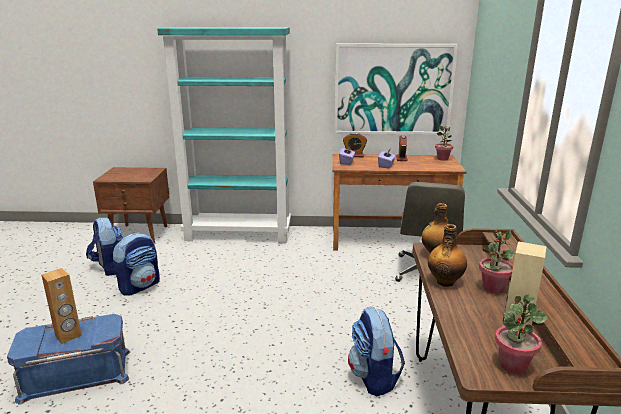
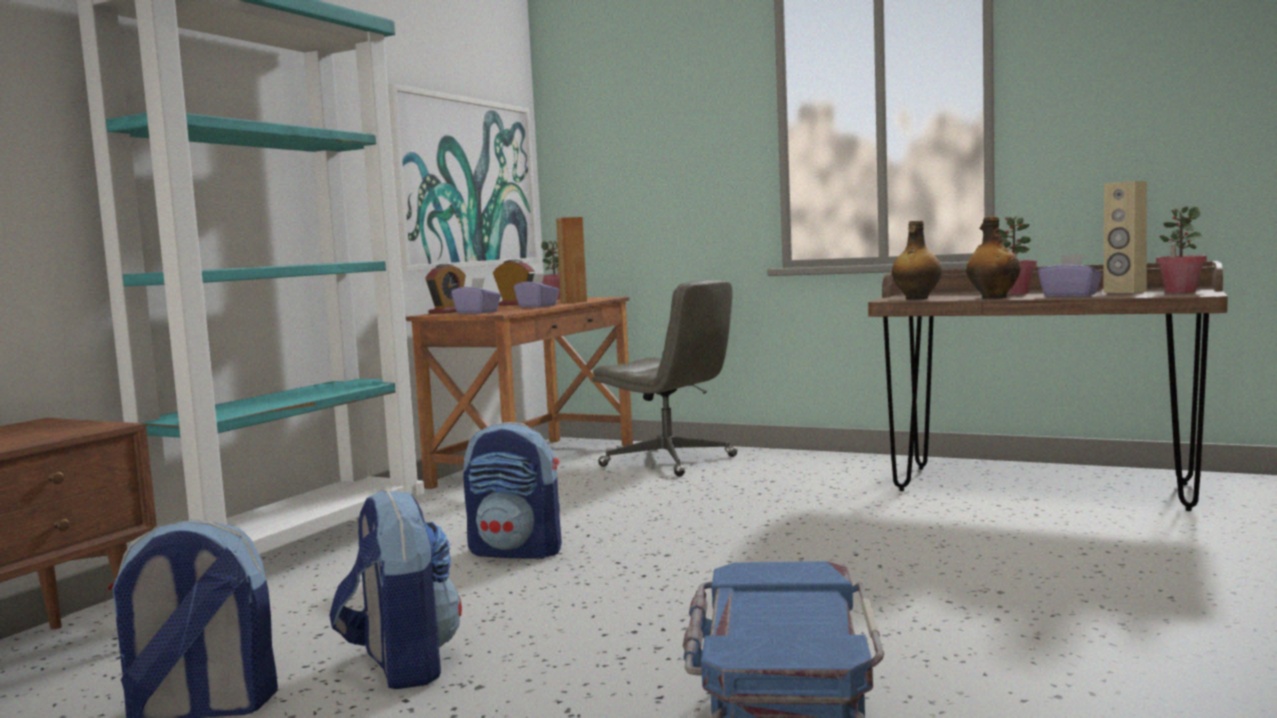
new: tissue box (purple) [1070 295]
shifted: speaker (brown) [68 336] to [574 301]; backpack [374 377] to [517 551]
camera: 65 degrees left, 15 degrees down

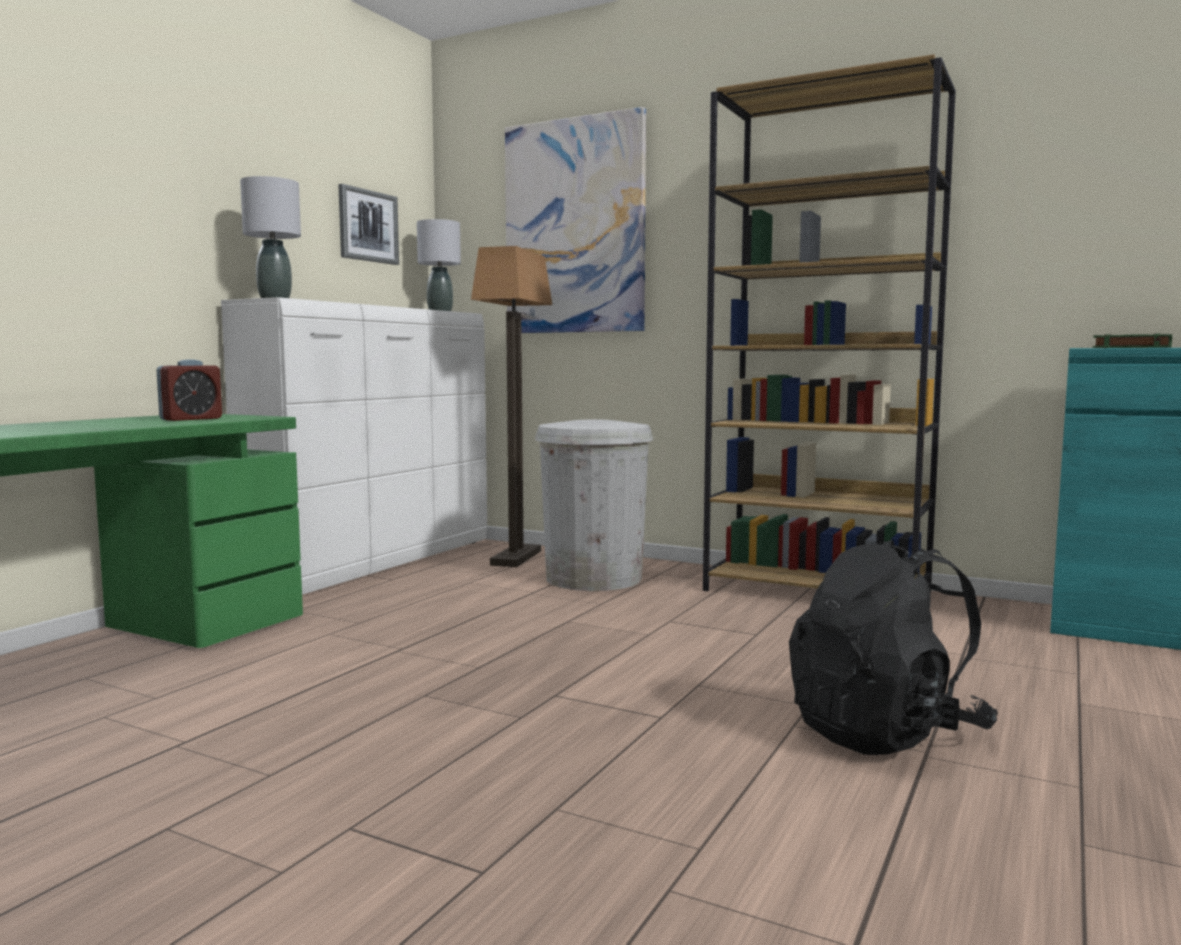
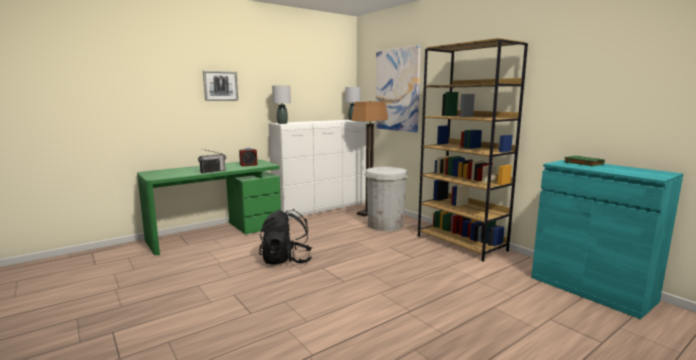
new: radio [213 171]
shifted: picture [368 226] to [220 86]; backpack (black) [885 733] to [286 260]
camera: 25 degrees right, 5 degrees up

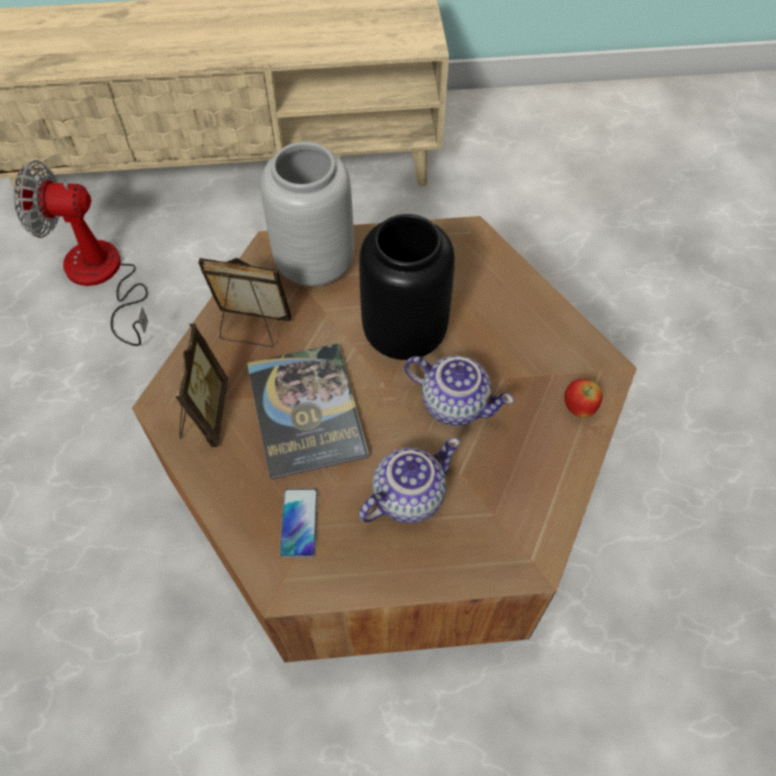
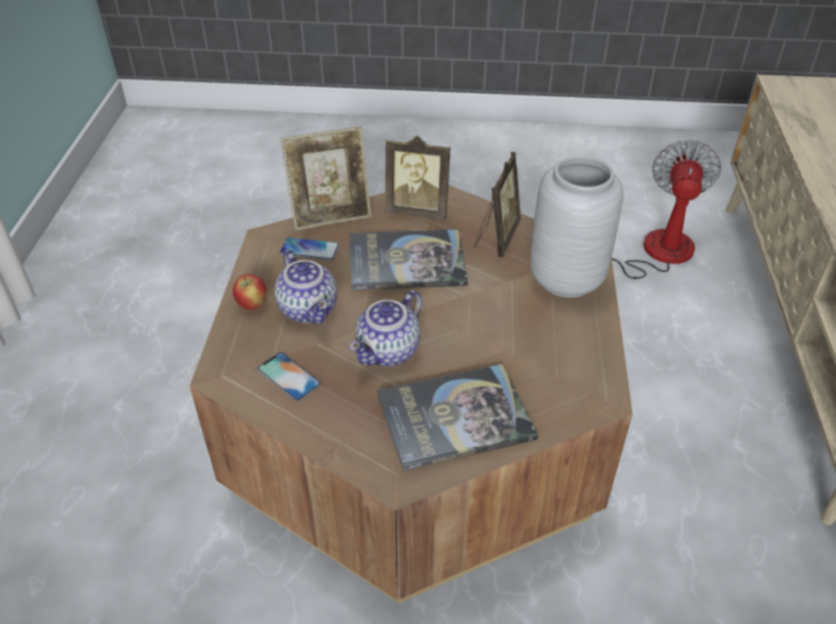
gone: vase (black) [404 335]
new: picture frame [331 215]; phone [288 376]; book [455 417]
shifted: apple [578 408] to [252 305]
camera: 100 degrees right, 15 degrees down

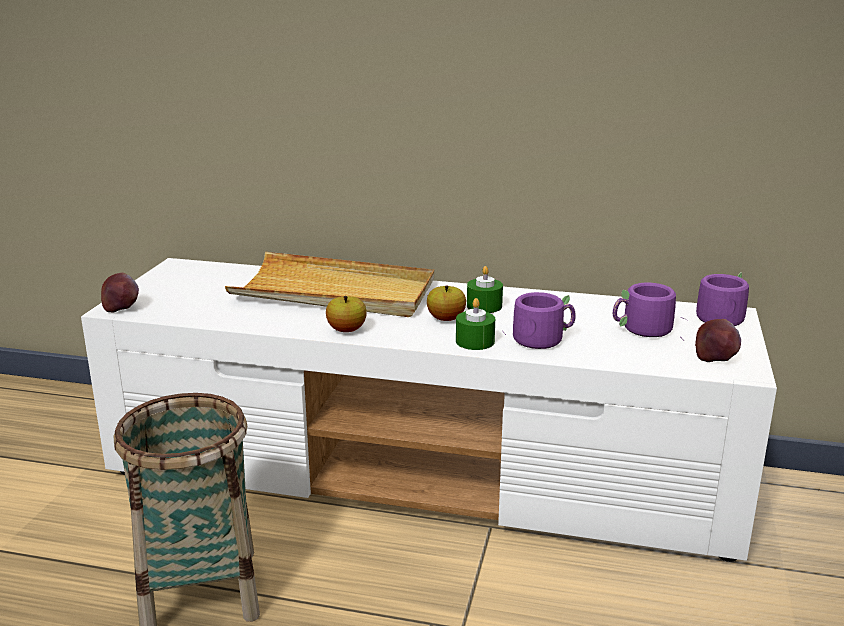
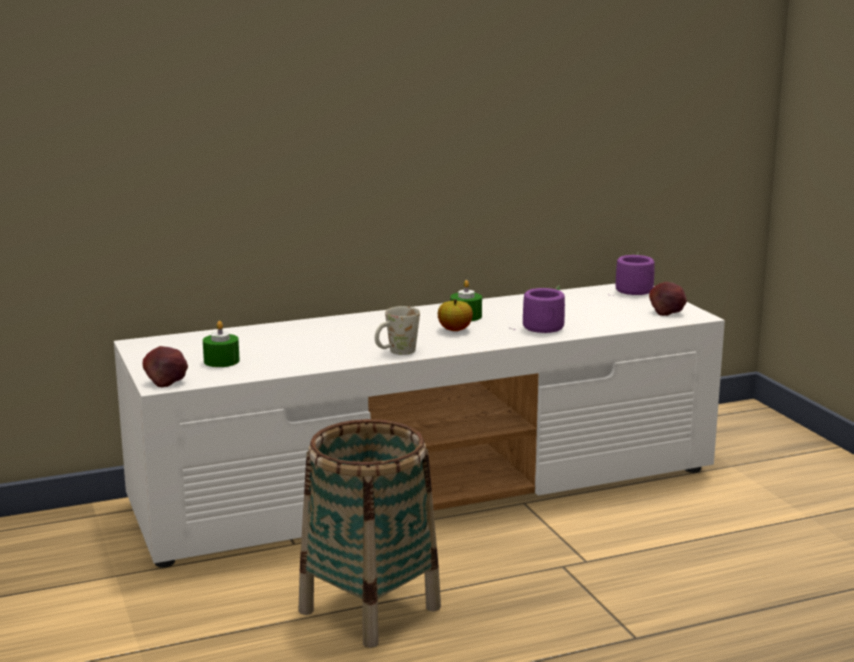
gone: tray (beige) [335 292]; mug (purple) [642 331]
shifted: candle (green) [475 341] to [221 361]
swapped: apple [346 330] to mug (white) [396 352]
camera: 35 degrees left, 5 degrees down

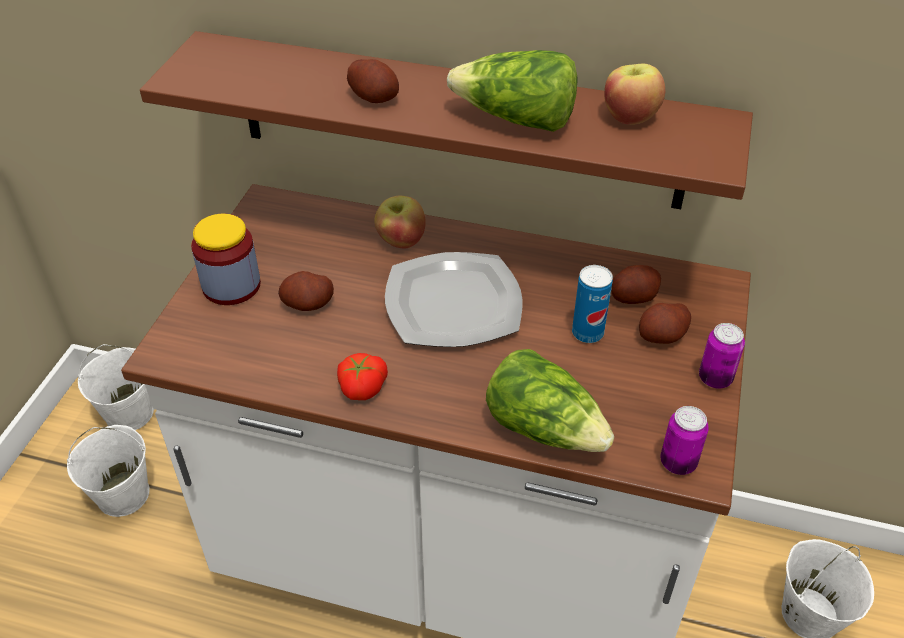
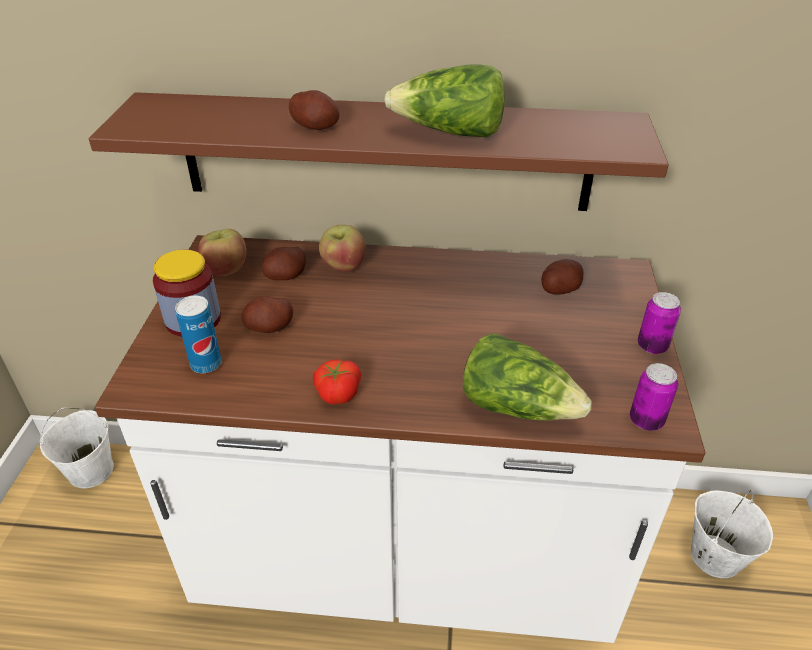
gone: plate [455 304]; bucket (white) [123 494]
shifted: apple [630 116] to [226 269]; can [587 333] to [206 364]; potato [662 336] to [286 276]
camera: 10 degrees left, 5 degrees down

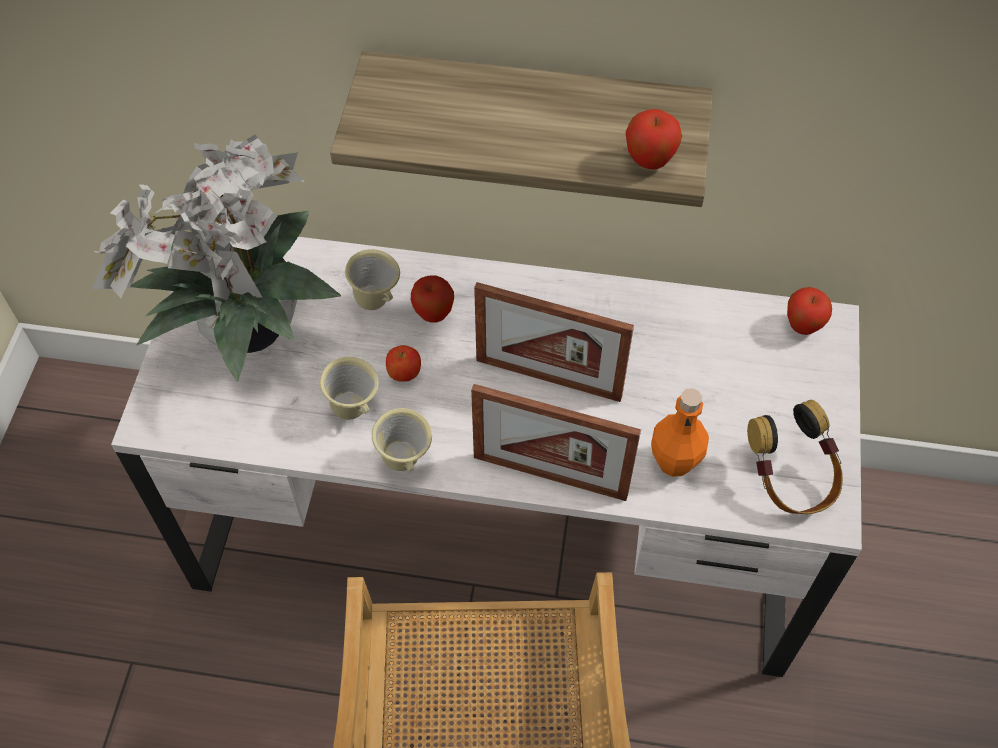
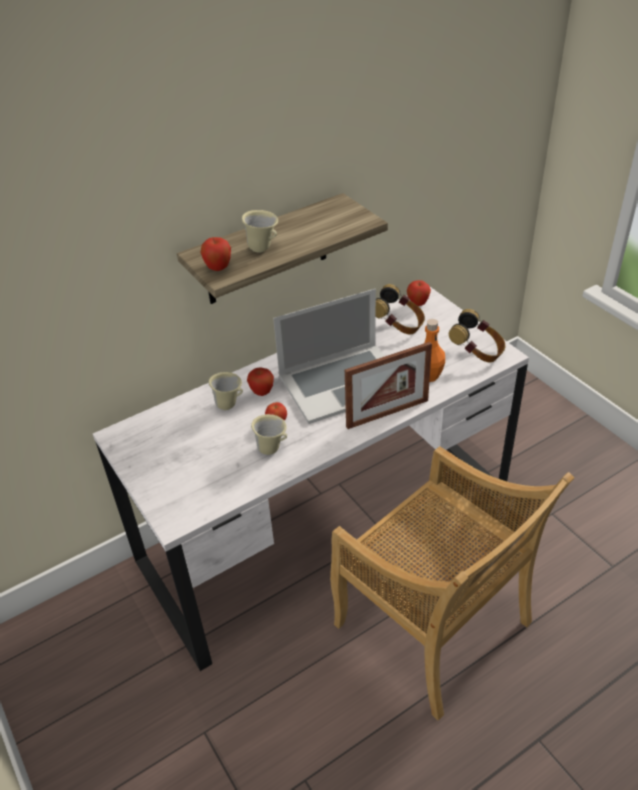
gone: potted plant [244 334]
new: headphones [399 326]
shifted: apple [649 161] to [218 268]; mug (beige) [405 461] to [262 248]
swapped: picture frame [548 378] to laptop [342 382]
camera: 40 degrees left, 15 degrees down

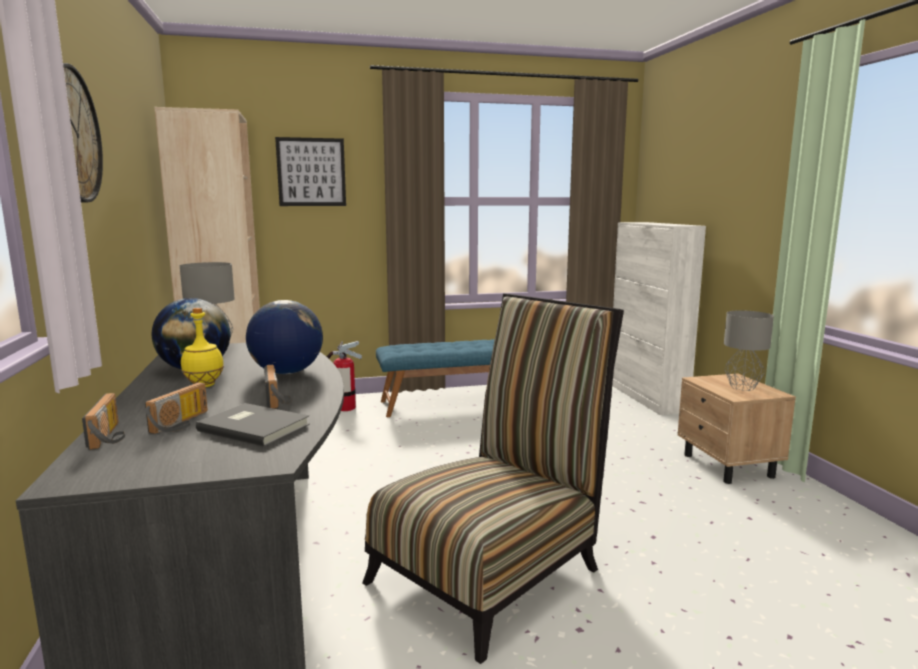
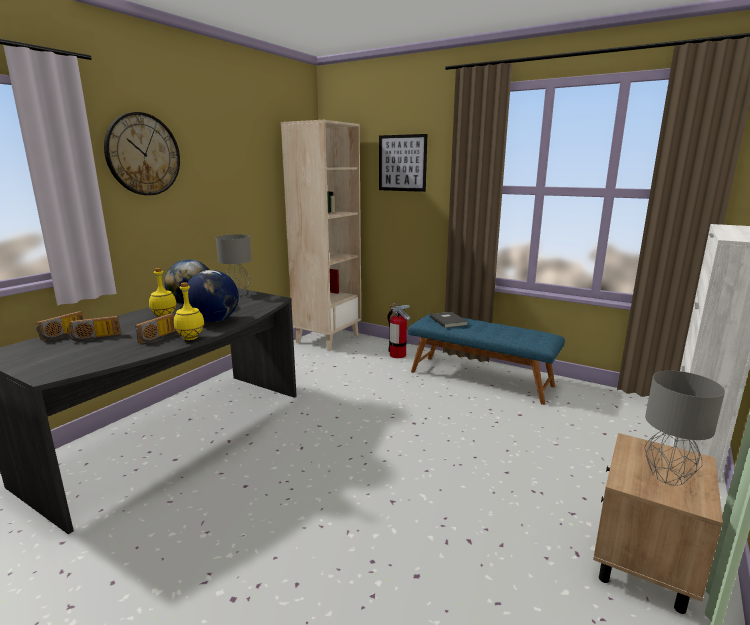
gone: chair [493 569]
new: bottle (yellow) [191 338]
shifted: book (grey) [254 426] to [449 321]
camera: 45 degrees right, 5 degrees up

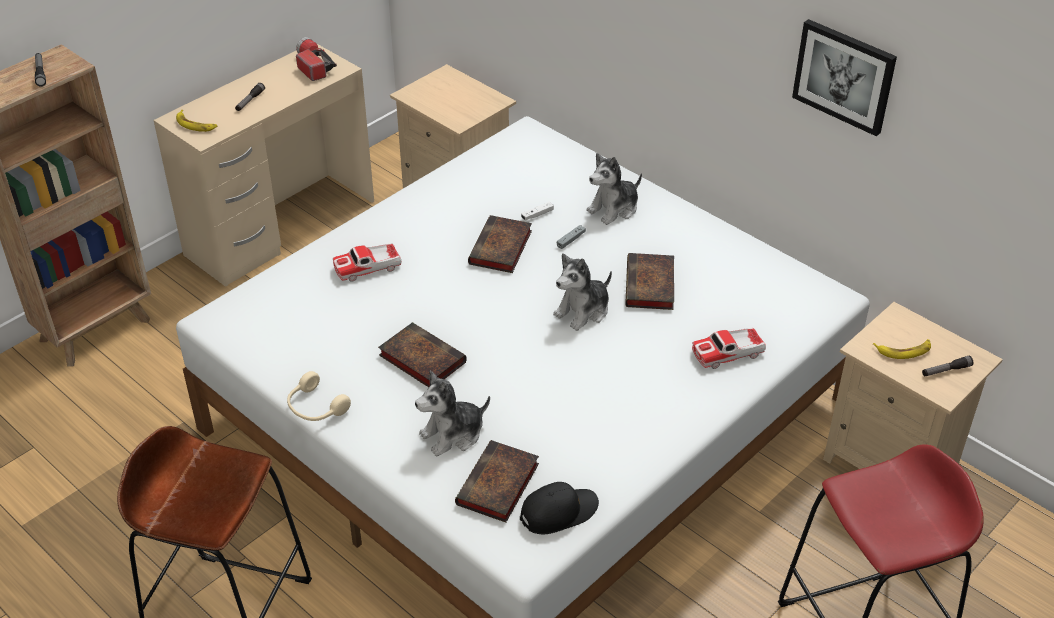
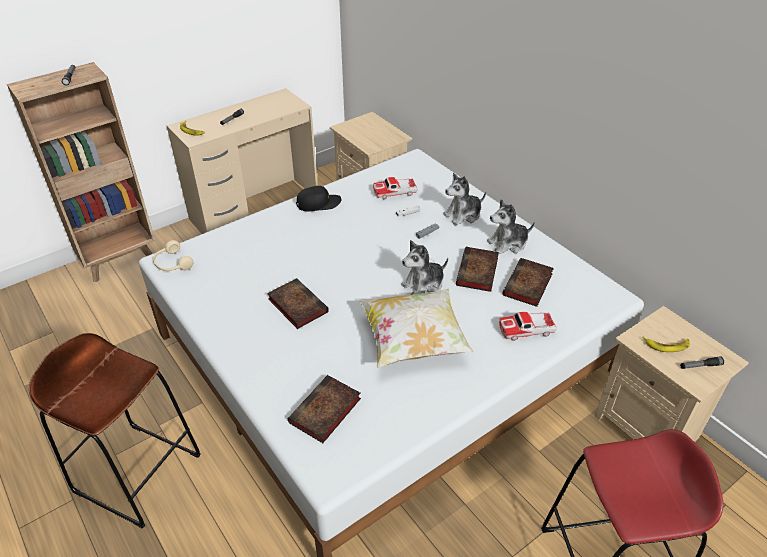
gone: picture [844 76]; flashlight [313 66]
new: pillow [414 342]
shifted: book [500 249] to [527 286]; toy car [368 267] to [395 192]; headphones (beige) [315 408] to [172 264]; plush toy [453 434] to [508 244]; cap (black) [559 512] to [318 203]
camera: 10 degrees right, 0 degrees up

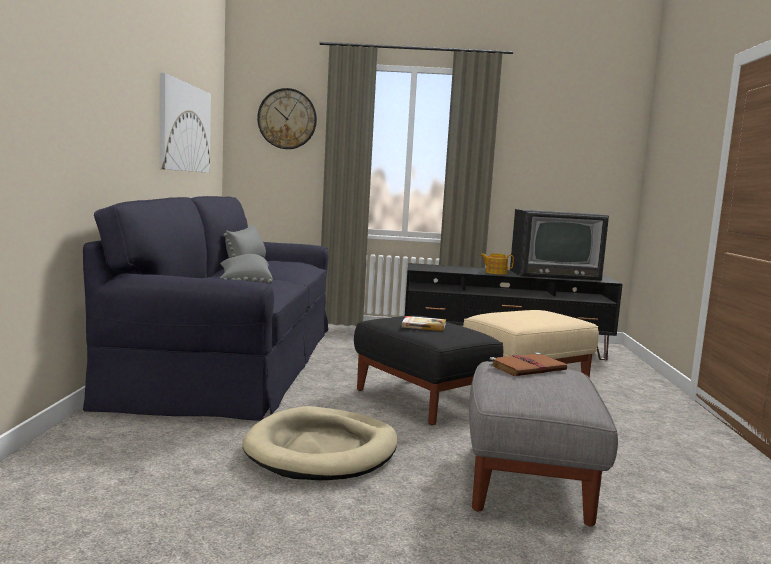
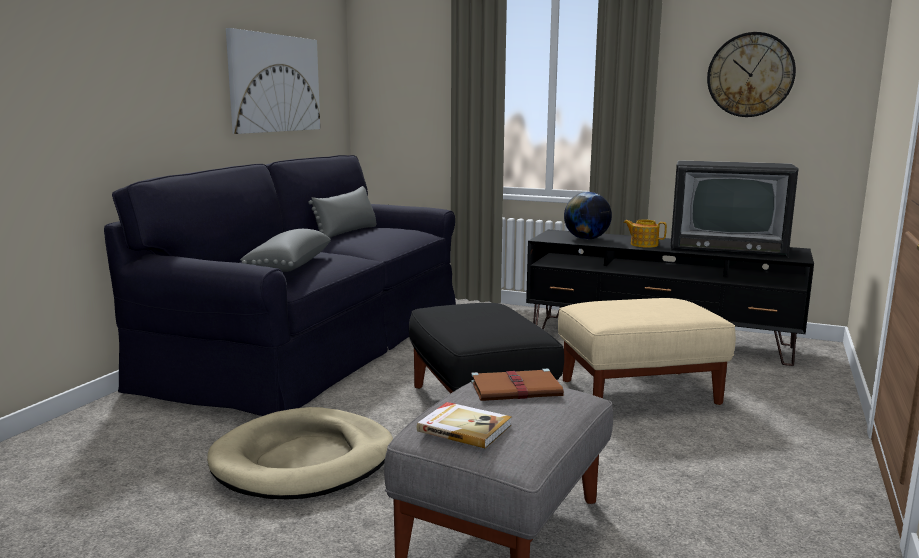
new: globe [586 239]
shifted: wall clock [287 119] to [750 75]; book [423 325] to [464 427]
camera: 20 degrees right, 5 degrees up

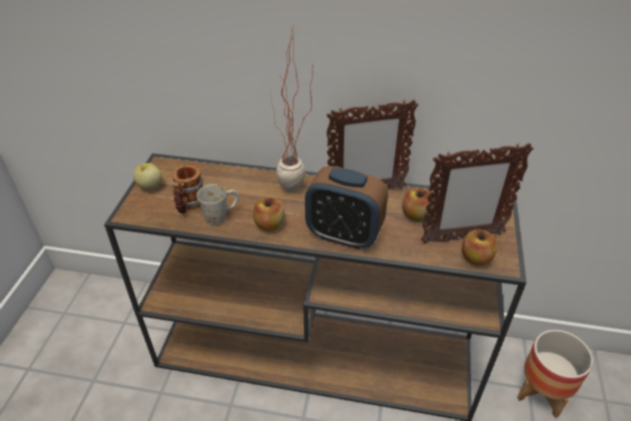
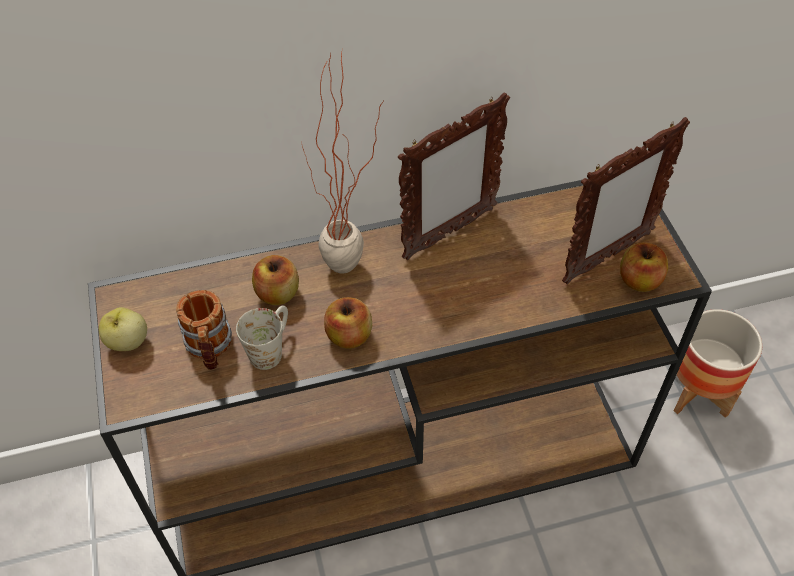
gone: alarm clock [344 235]
shifted: apple [416 215] to [278 293]
camera: 25 degrees left, 10 degrees up

